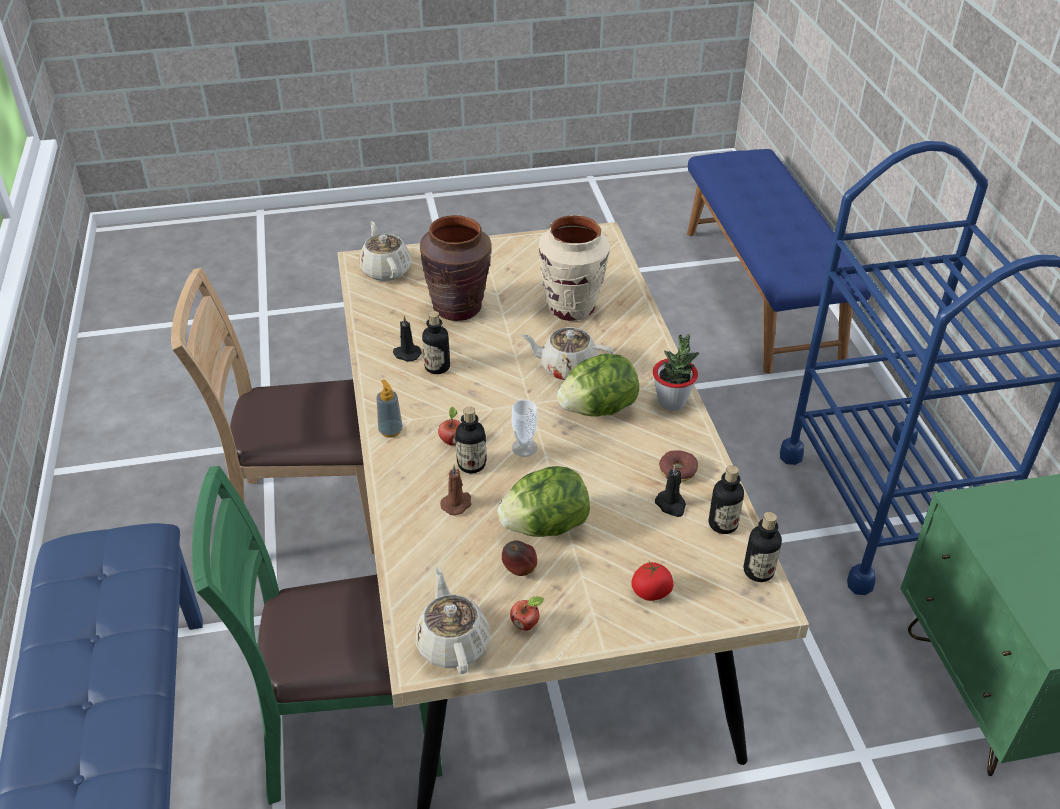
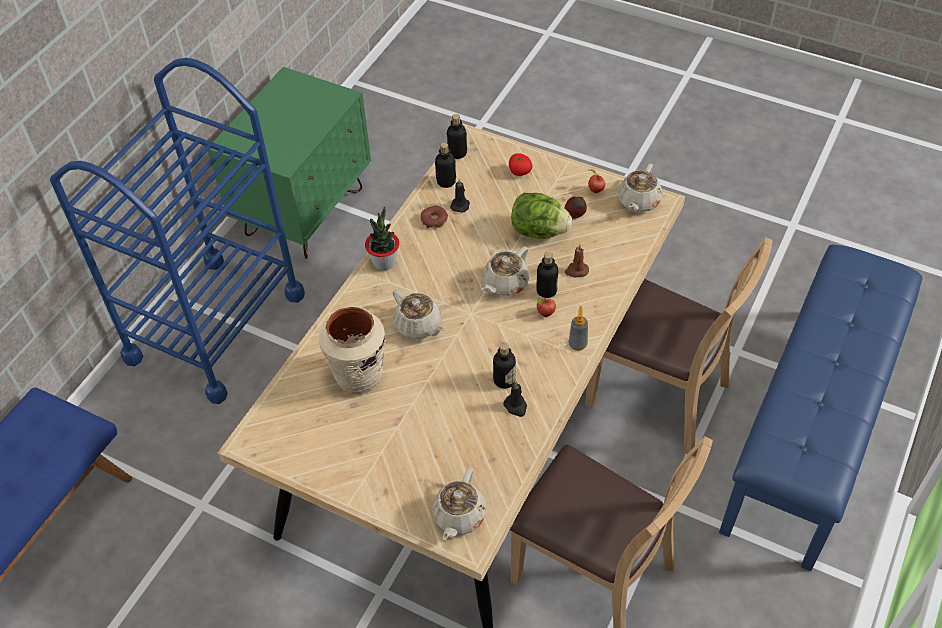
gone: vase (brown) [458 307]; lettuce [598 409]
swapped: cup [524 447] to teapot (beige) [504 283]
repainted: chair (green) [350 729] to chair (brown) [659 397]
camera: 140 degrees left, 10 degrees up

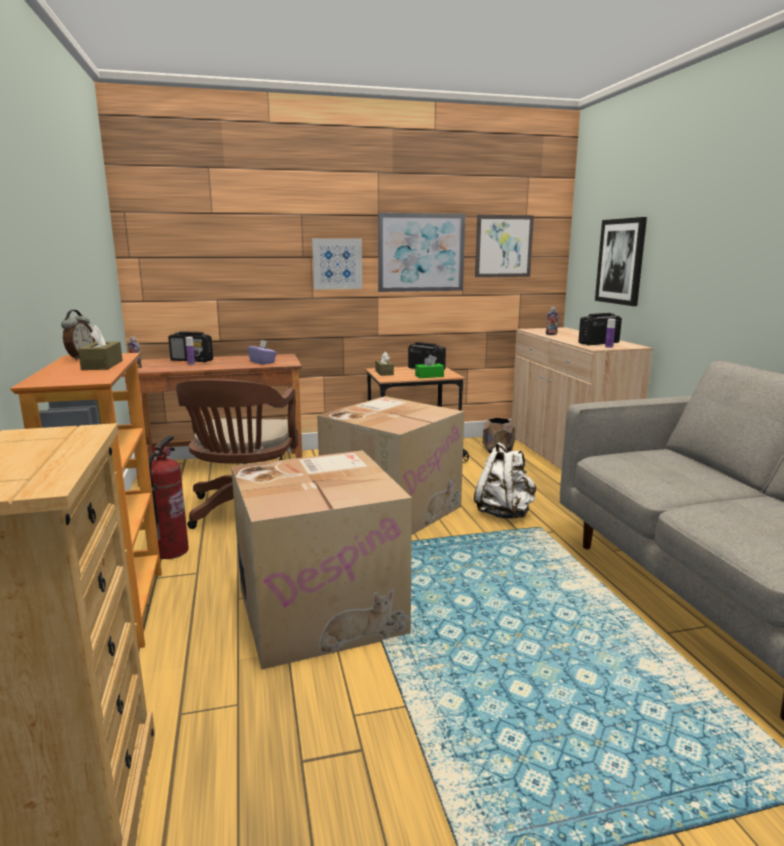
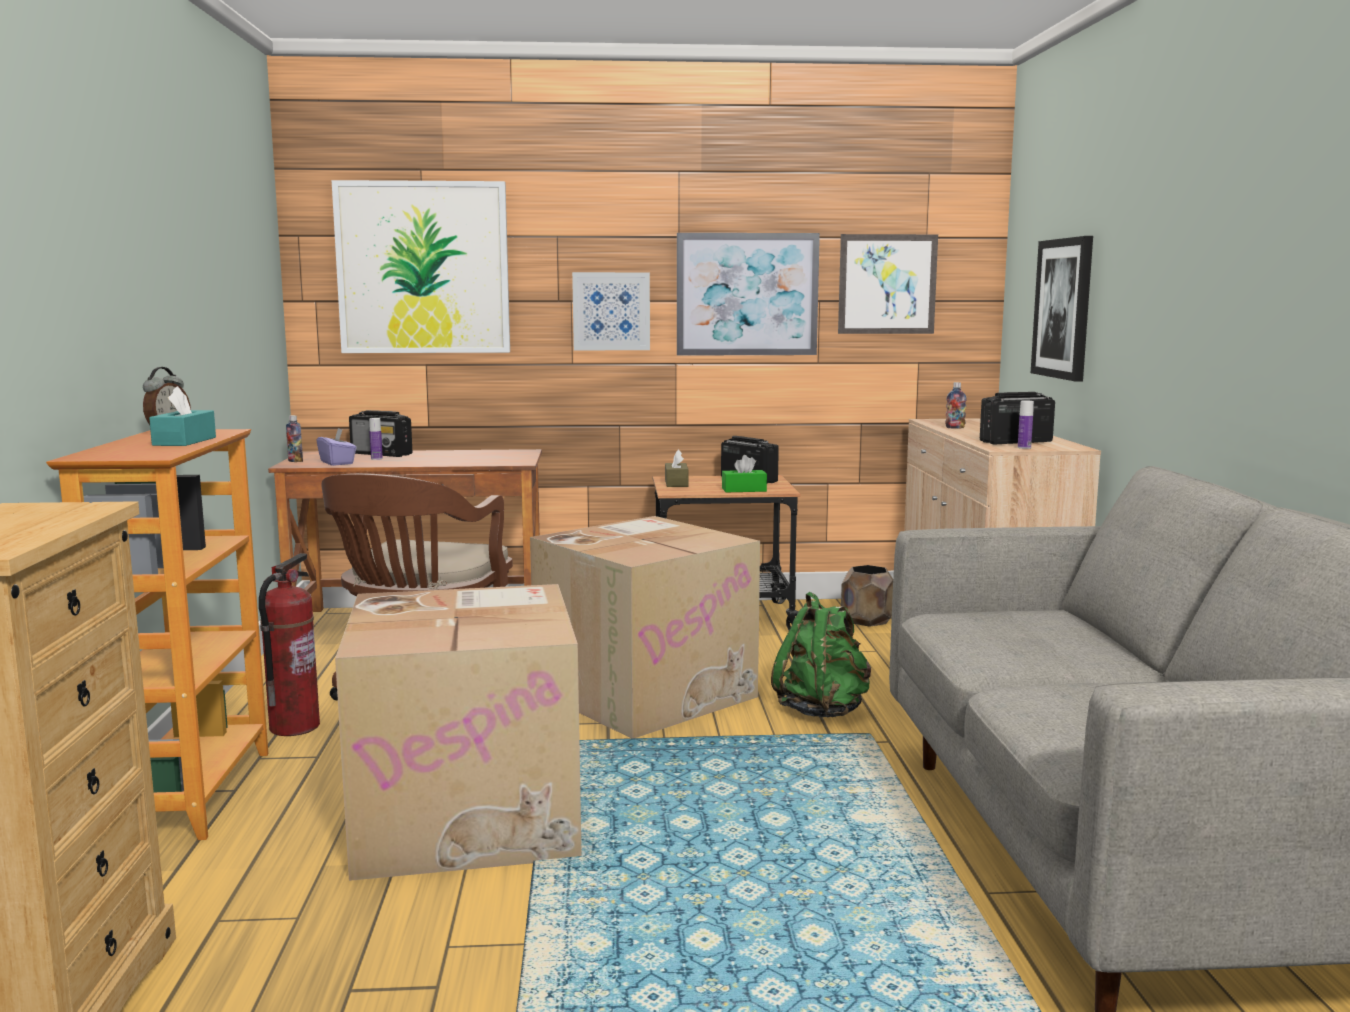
new: picture [423 268]
shifted: tissue box (purple) [262 362] to [337 463]
repainted: tissue box (brown) [102 365] to tissue box (turquoise) [184 441]; backpack (white) [504 513] to backpack (green) [823 710]
camera: 10 degrees right, 5 degrees down

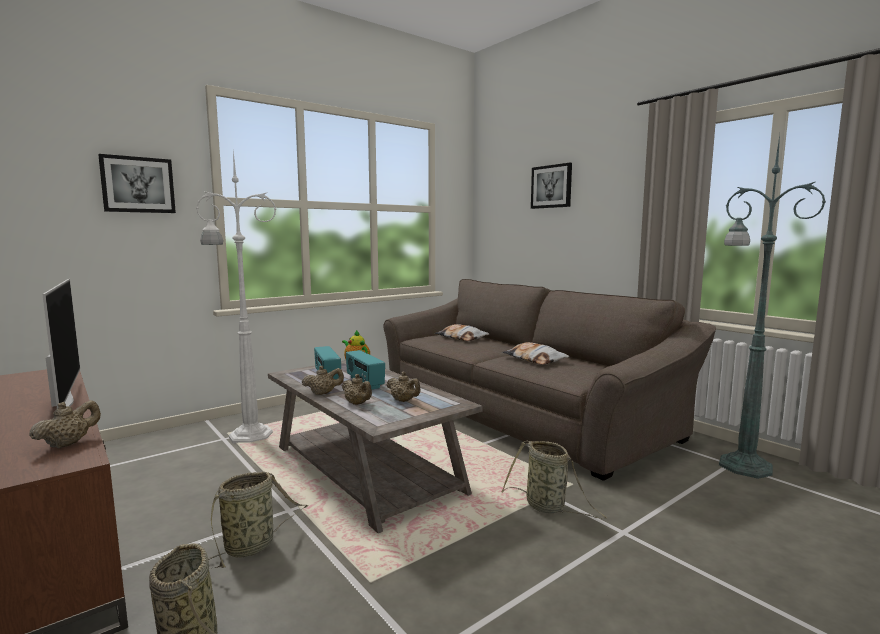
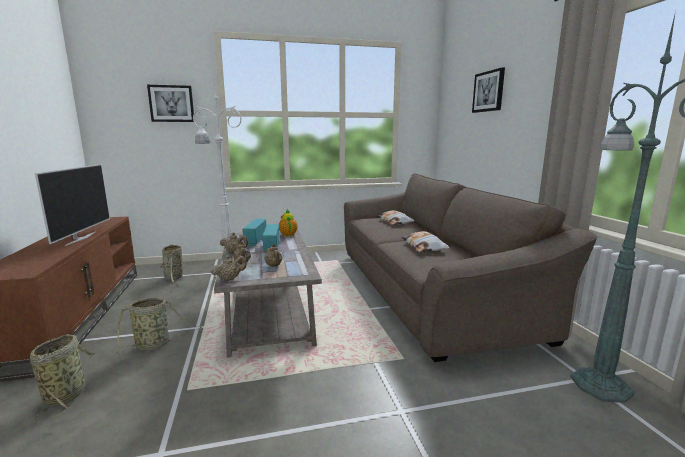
shifted: teapot (beige) [68 444] to [229 279]; basket [548 507] to [174 278]
camera: 25 degrees right, 5 degrees up

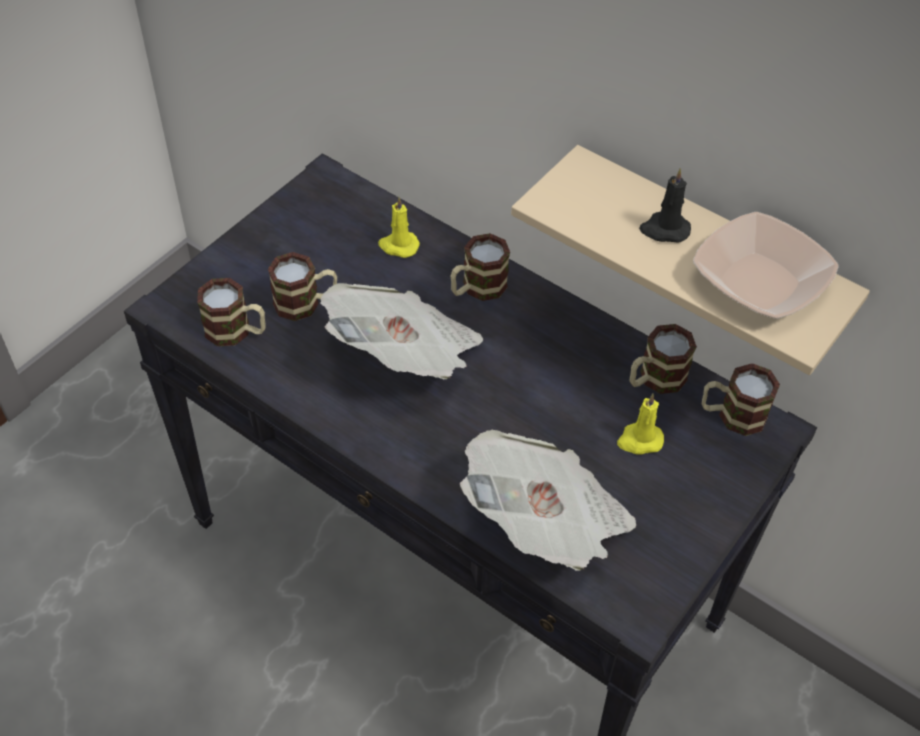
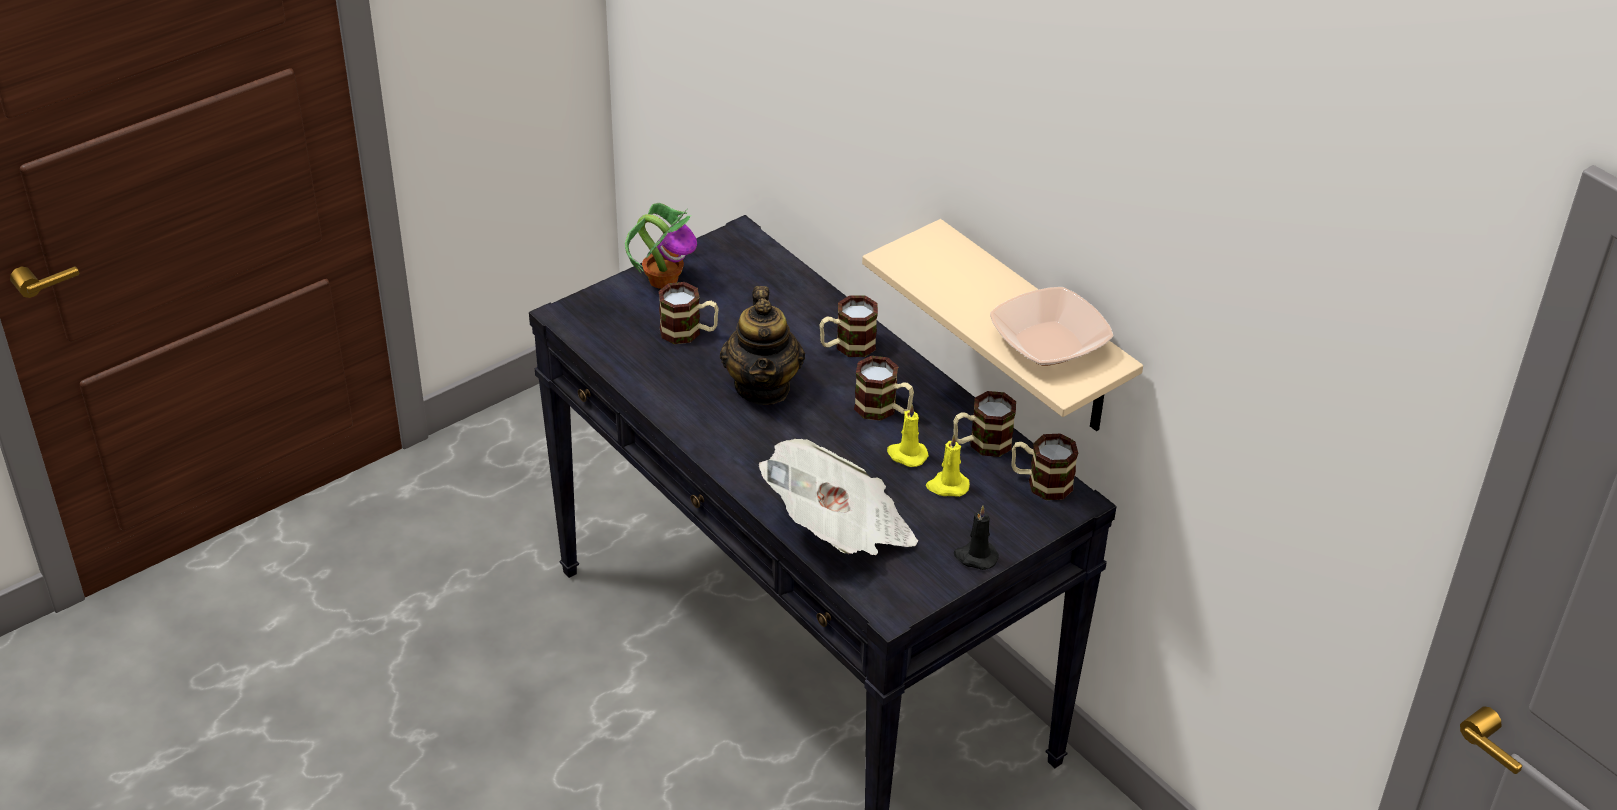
new: potted plant [663 279]
shifted: candle (black) [664 229] to [975 557]; candle (yellow) [398 246] to [906 455]; mug [236 331] to [883 409]
swapped: newspaper [405 355] to teapot [763 387]
camera: 15 degrees right, 10 degrees down

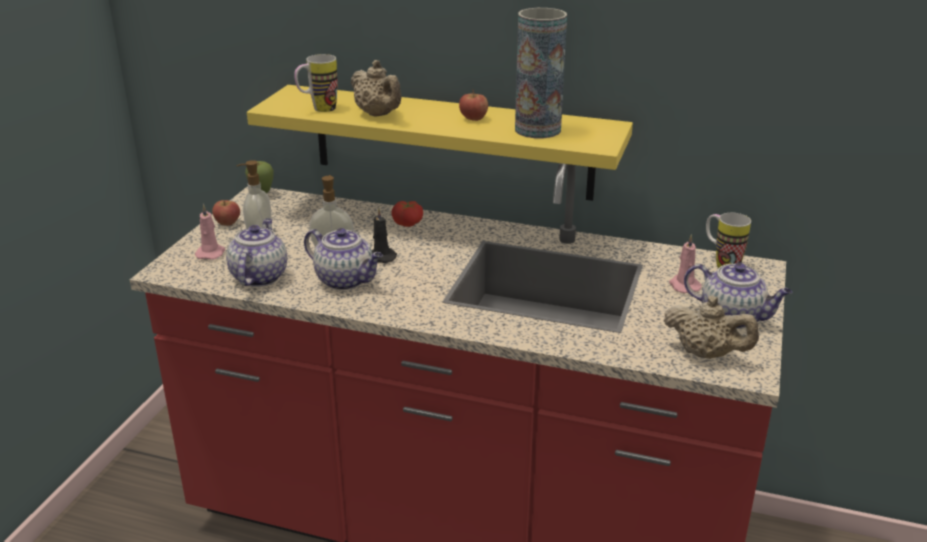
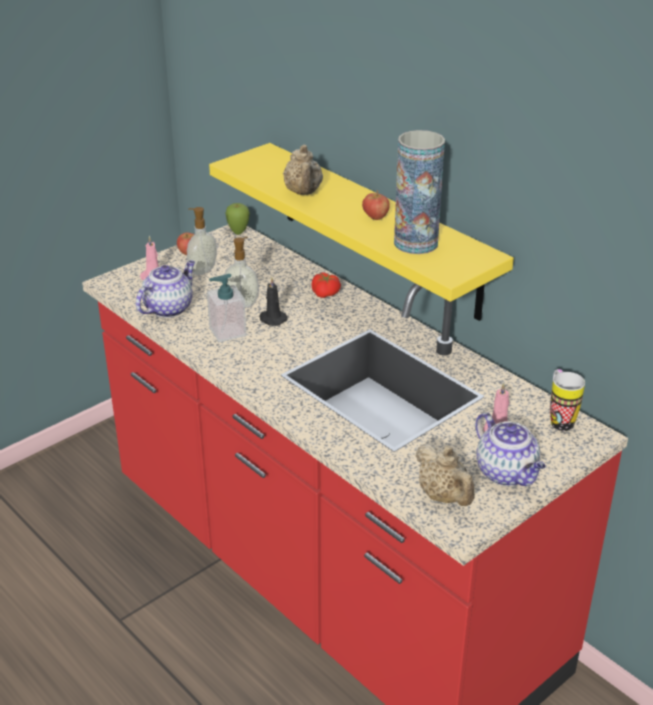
gone: mug [318 110]
swapped: teapot [346 280] to soap dispenser [227 332]
camera: 30 degrees right, 5 degrees up

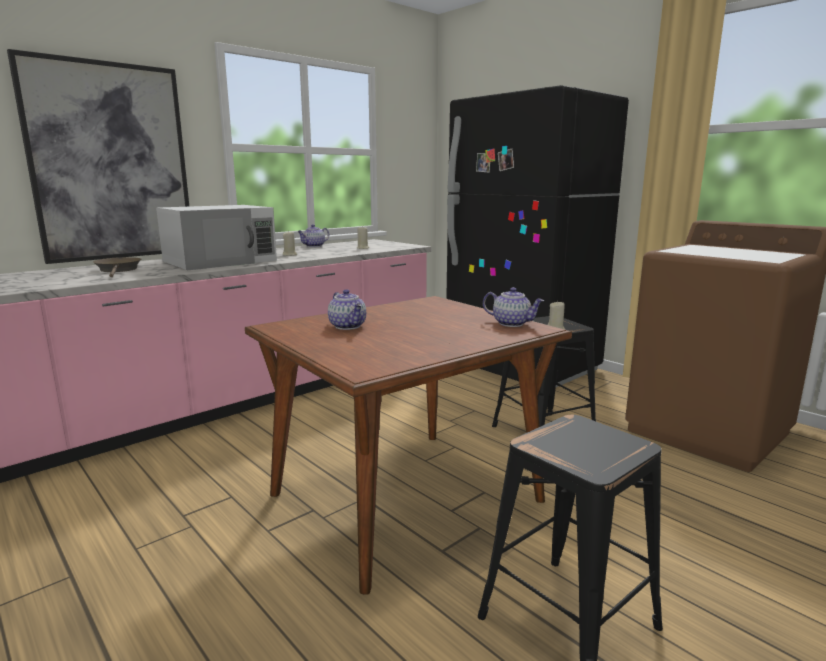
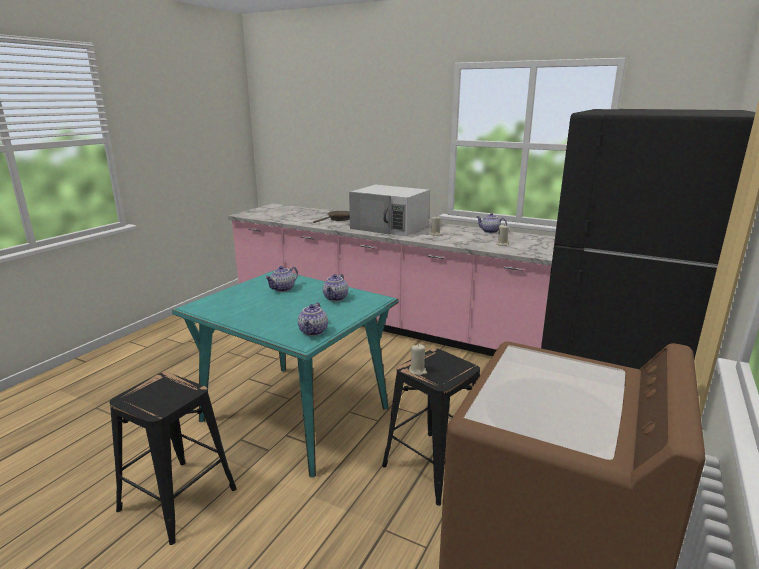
gone: picture [111 163]
new: teapot [336 298]
repainted: dining table (brown) [407 497] to dining table (turquoise) [296 414]
camera: 70 degrees right, 5 degrees up

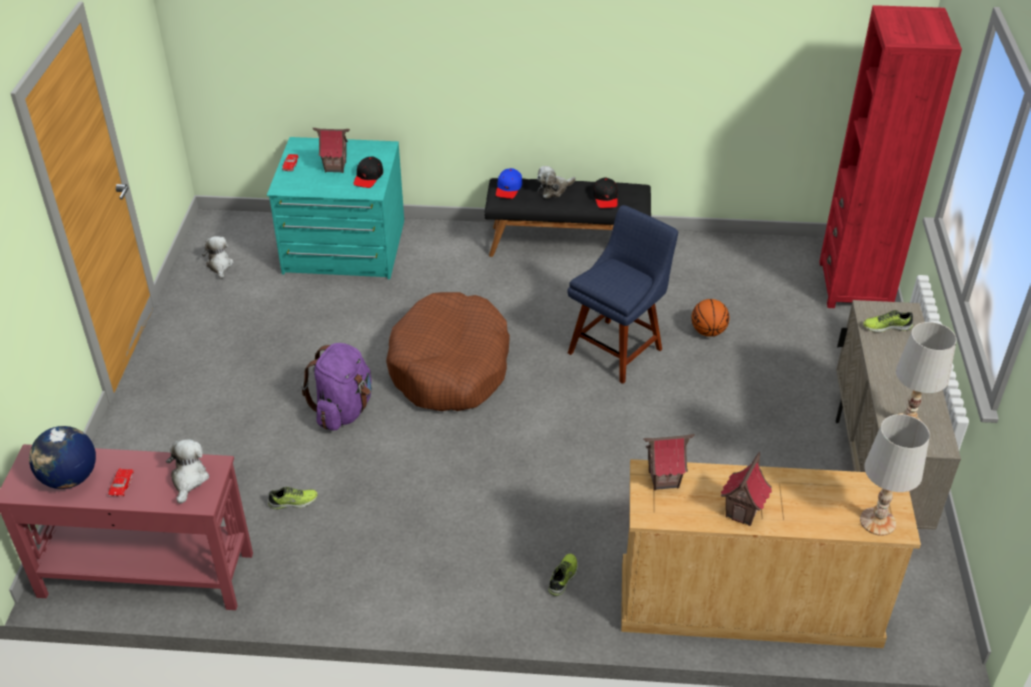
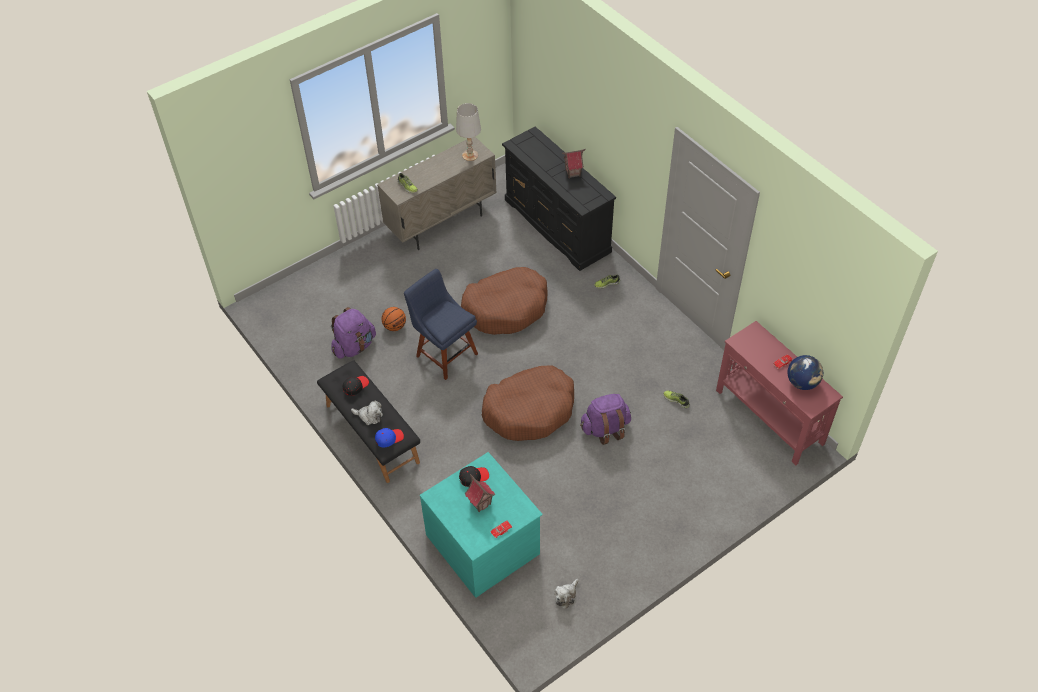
gone: bookcase (red) [855 285]; table lamp (white) [877 521]; toy house [663 479]; plush toy [189 479]
new: dog bed (brown) [506 308]; backpack (purple) [354 346]
repainted: dresser (beige) [747 605] to dresser (black) [557 226]
rotated: chair (blue) [618 348] = [444 353] 45 degrees clockwise
camera: 130 degrees left, 10 degrees up

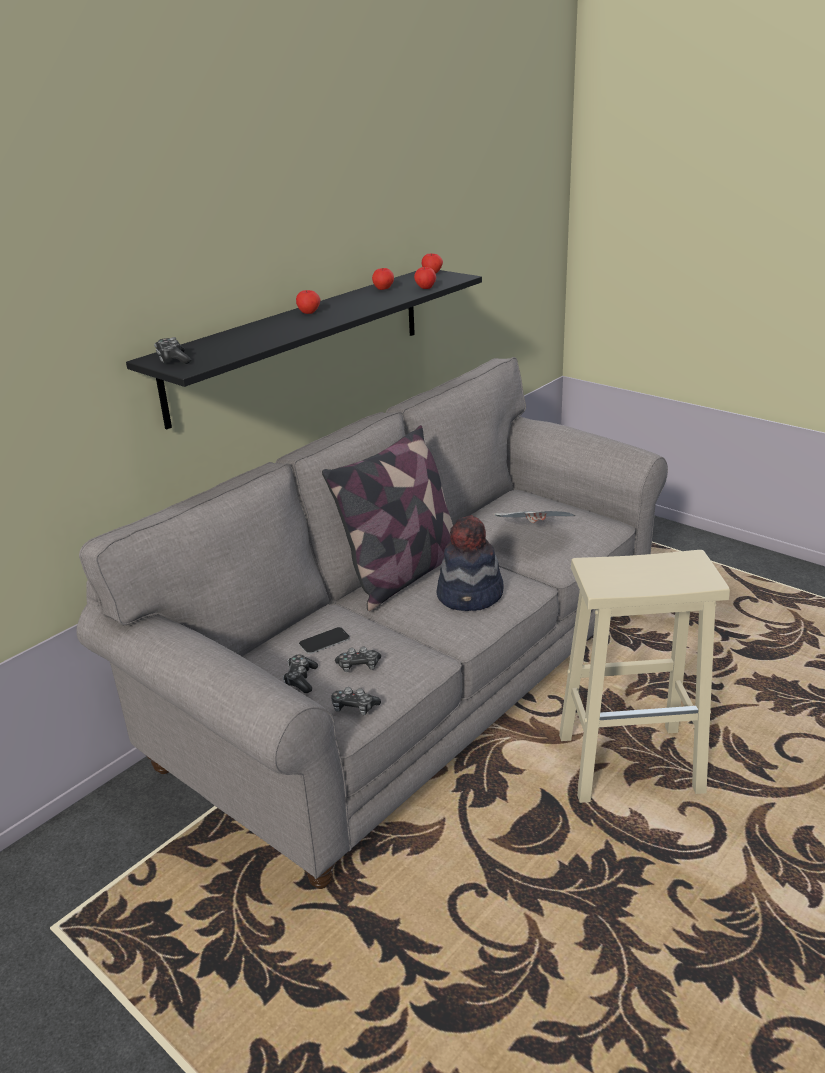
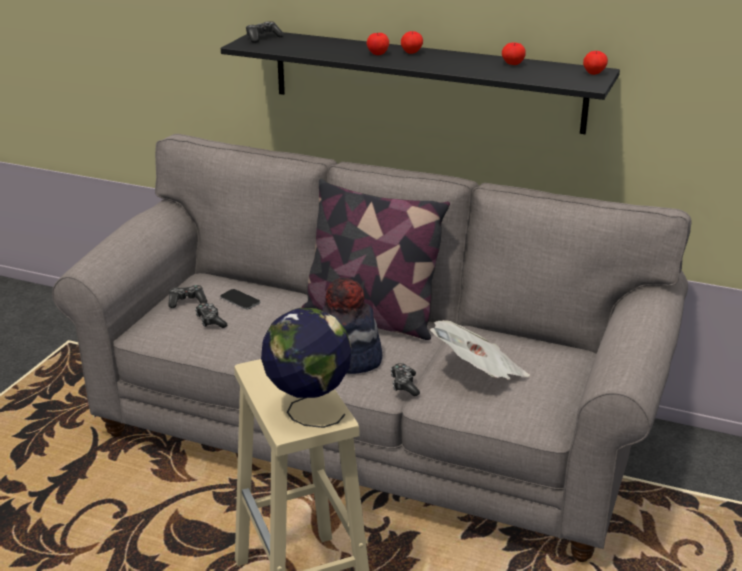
new: globe [308 410]
shifted: apple [425 288] to [378 54]; game controller [354 707] to [404 385]
camera: 70 degrees right, 0 degrees up

